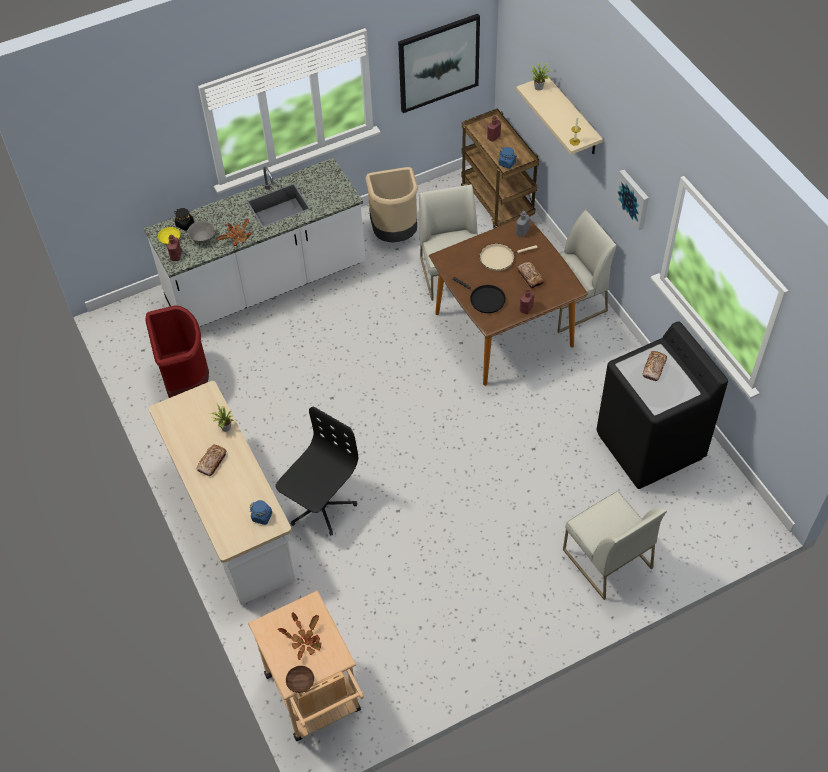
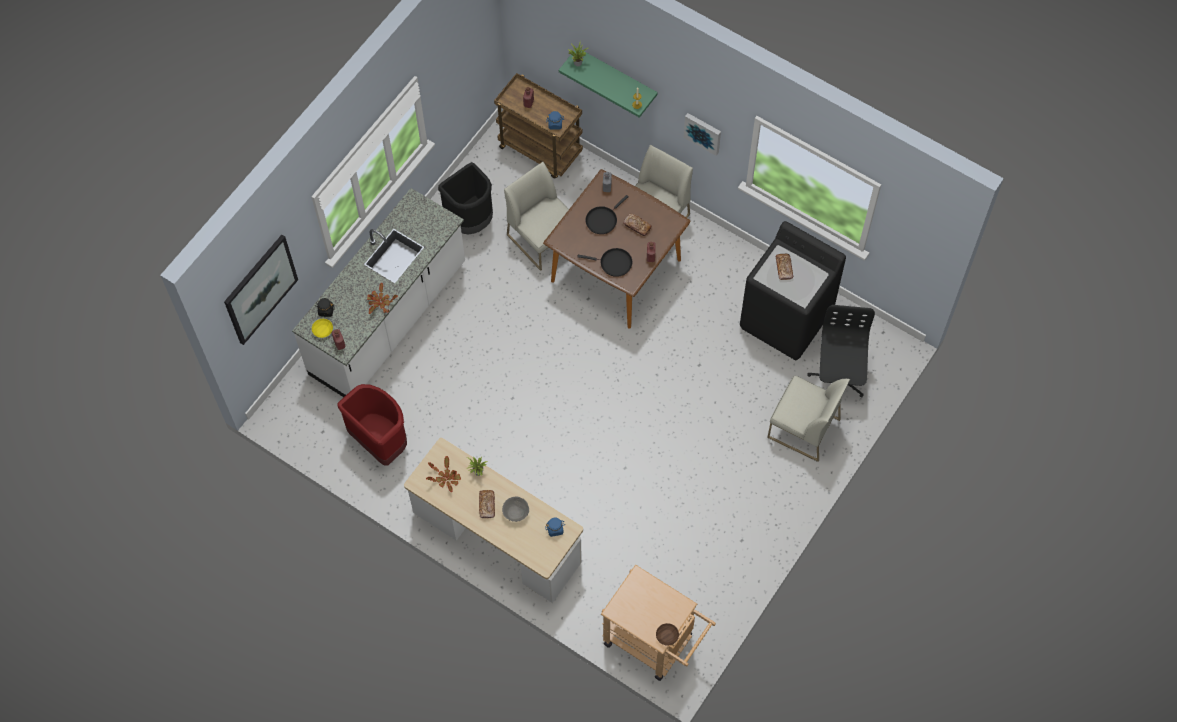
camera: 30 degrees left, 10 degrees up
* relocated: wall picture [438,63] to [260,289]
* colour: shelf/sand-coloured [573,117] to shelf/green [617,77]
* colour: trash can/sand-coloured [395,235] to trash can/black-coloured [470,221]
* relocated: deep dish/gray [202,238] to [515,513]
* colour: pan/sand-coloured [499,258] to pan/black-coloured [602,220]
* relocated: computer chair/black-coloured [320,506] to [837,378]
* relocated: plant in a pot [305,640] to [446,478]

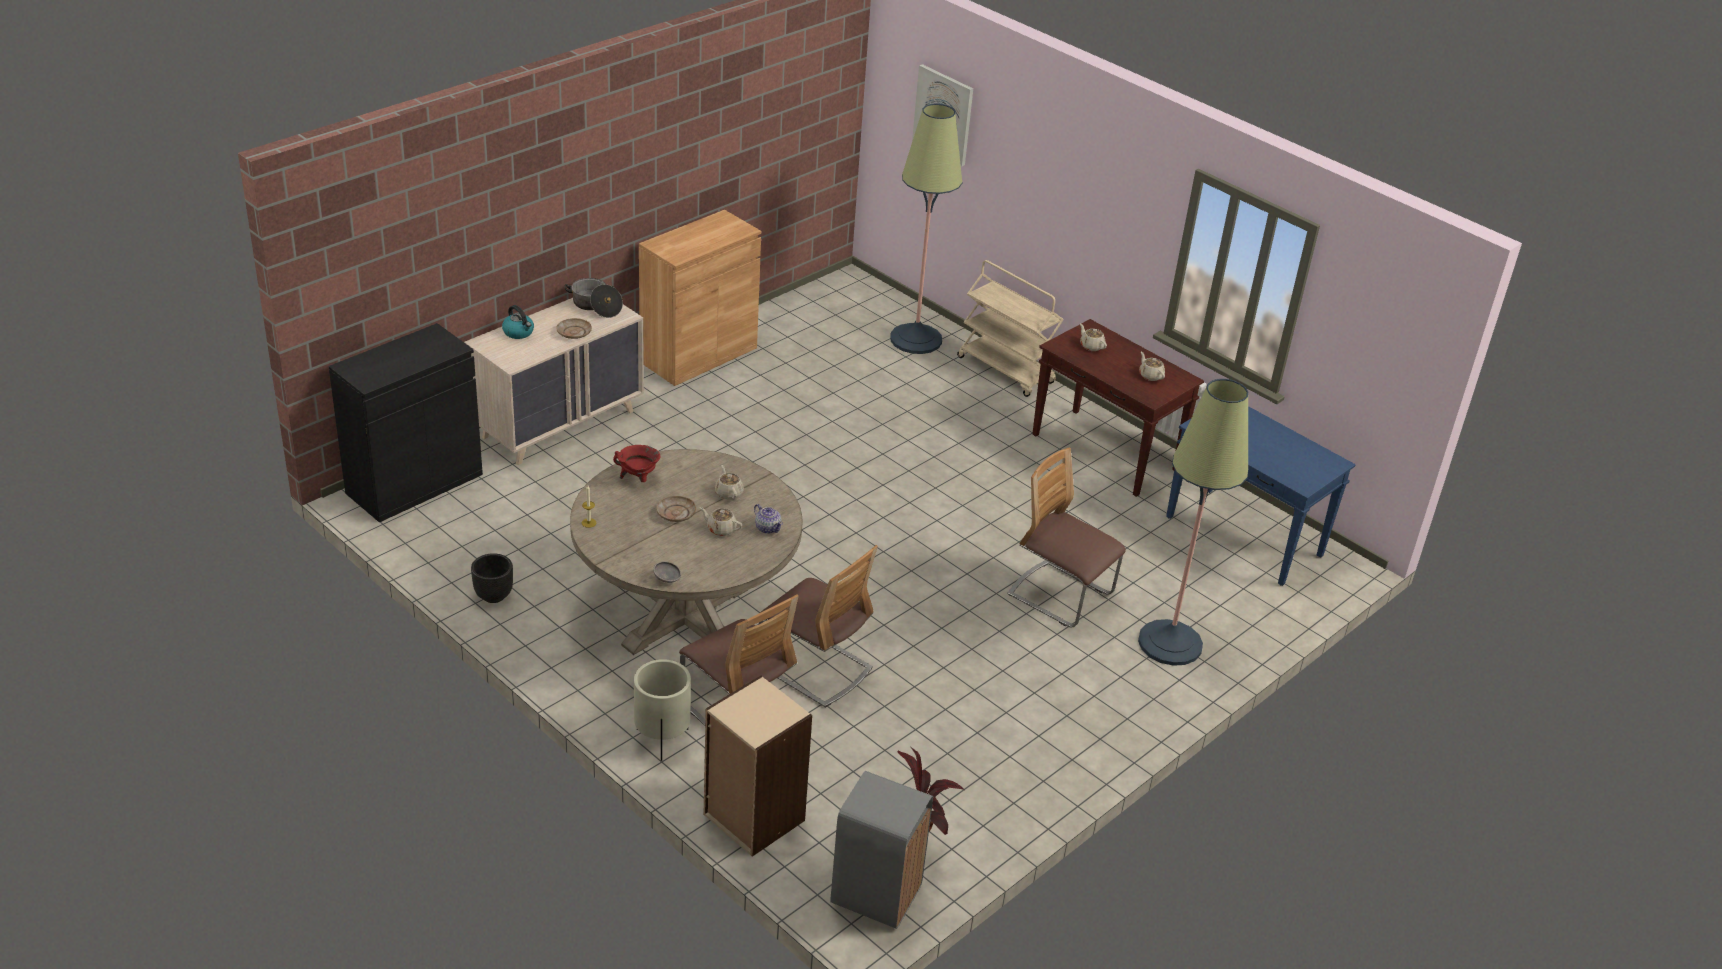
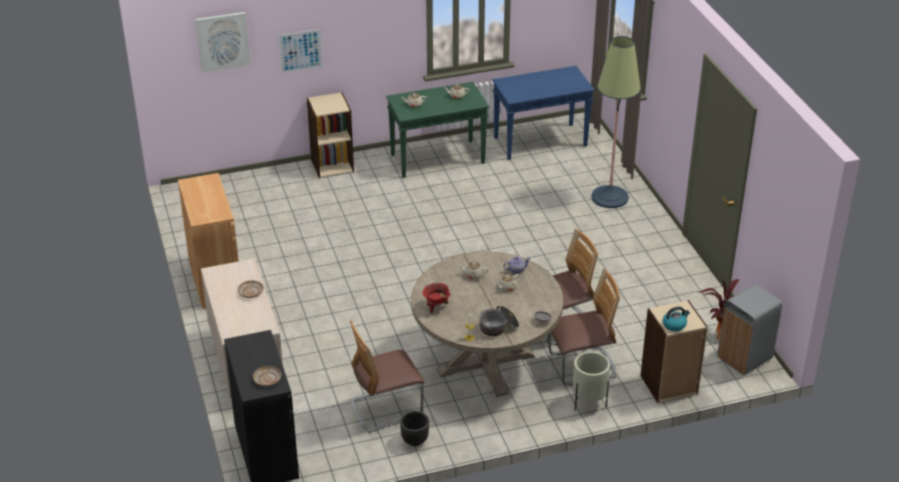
camera: 60 degrees left, 0 degrees up
* missing: standing lamp [916,339]
* exchanged: trolley/sand-coloured [1006,370] to bookcase/sand-coloured [332,165]
* relocated: cooking pot [595,306] to [498,327]
* relocated: tea kettle [519,332] to [674,325]
* colour: narrow table/brown-coloured [1106,453] to narrow table/green [438,159]
* relocated: plain chair [1060,596] to [386,408]
* relocated: flat dish/sand-coloured [676,514] to [267,379]
* appeared: wall picture [300,51]

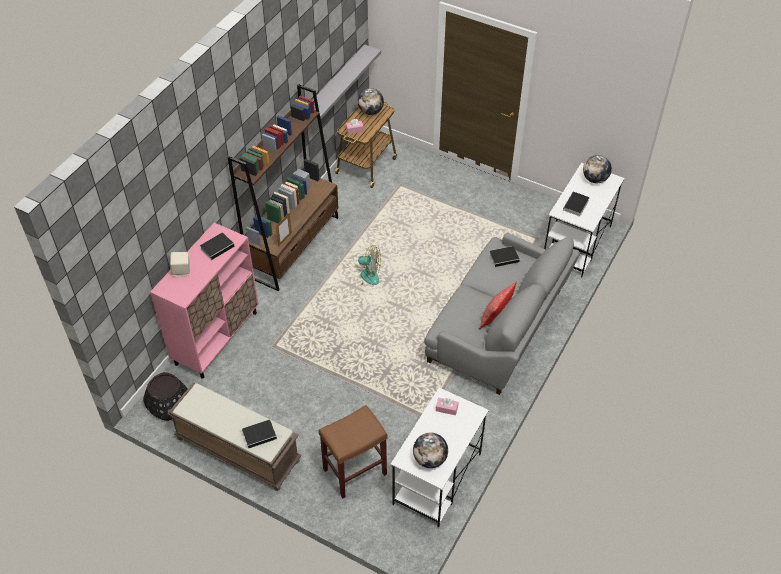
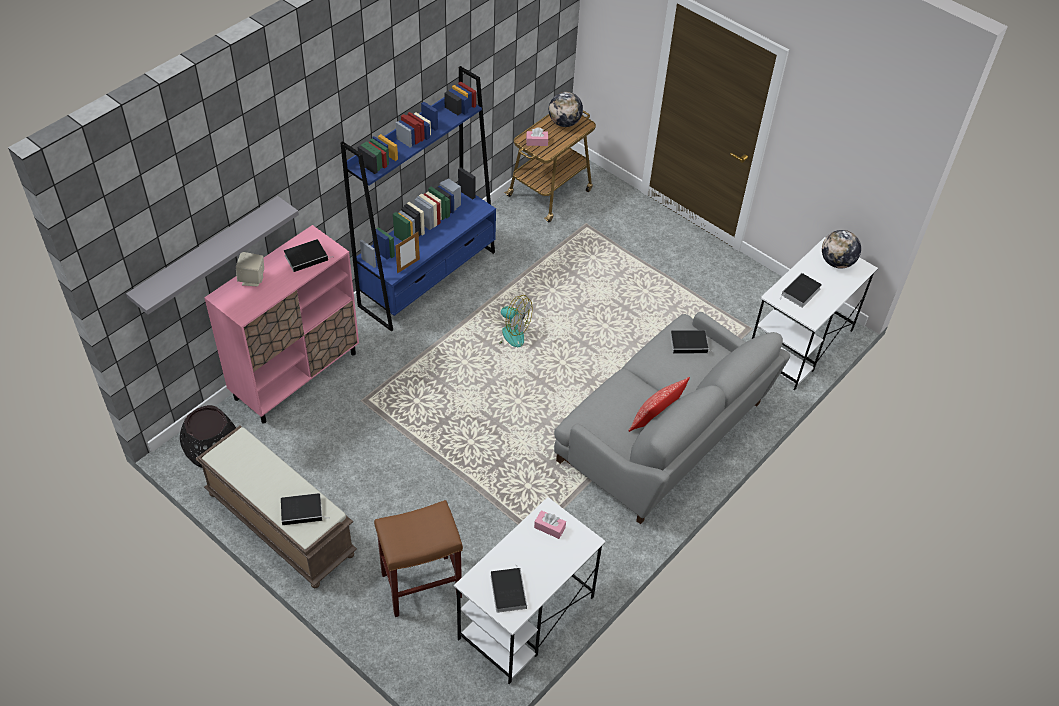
camera: 10 degrees right, 0 degrees up
* relocated: shelf/gray [335,84] to [207,254]
* colour: bookcase/brown-coloured [294,246] to bookcase/bluish [428,278]
* exchanged: desk globe [430,459] to book [507,590]

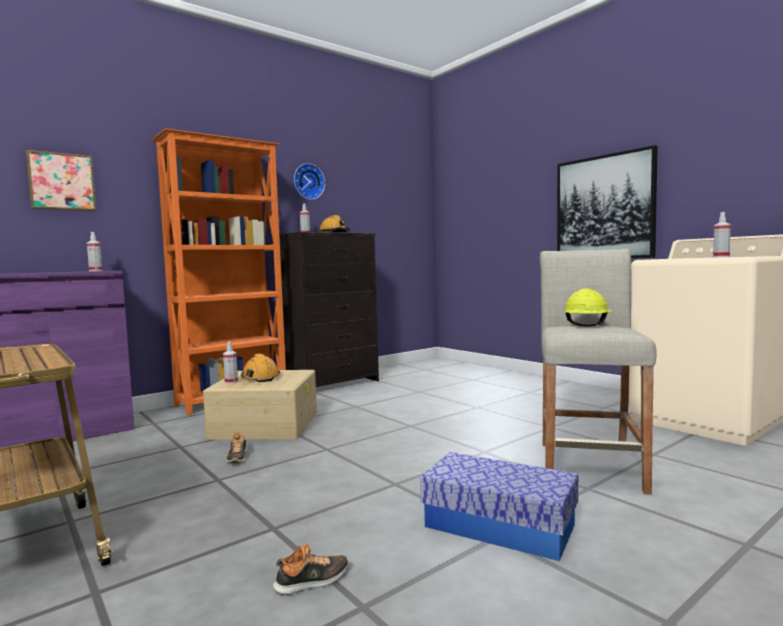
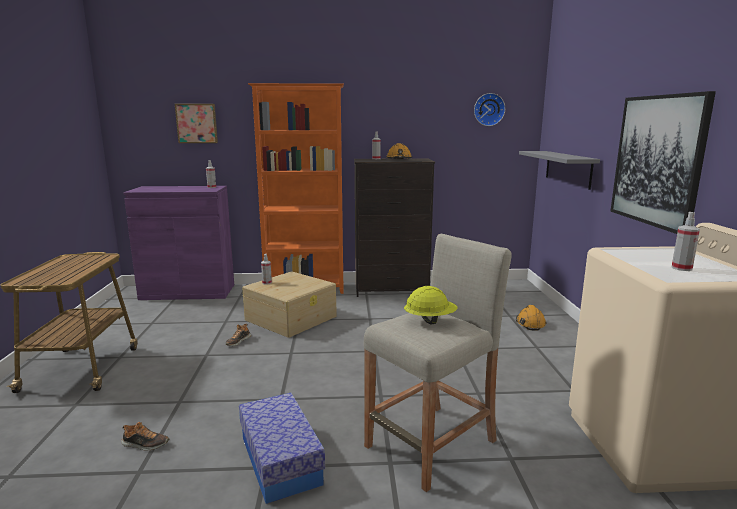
camera: 35 degrees right, 10 degrees up
* relocated: clock on the wall [308,182] to [488,109]
* relocated: safety helmet/orangey [260,377] to [530,323]
* appeared: shelf/gray [568,168]

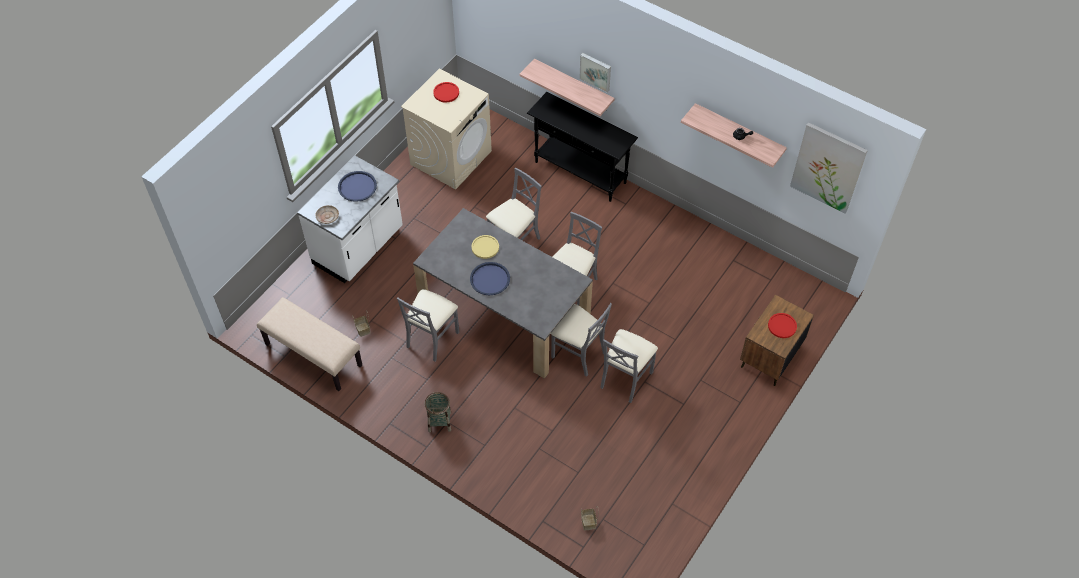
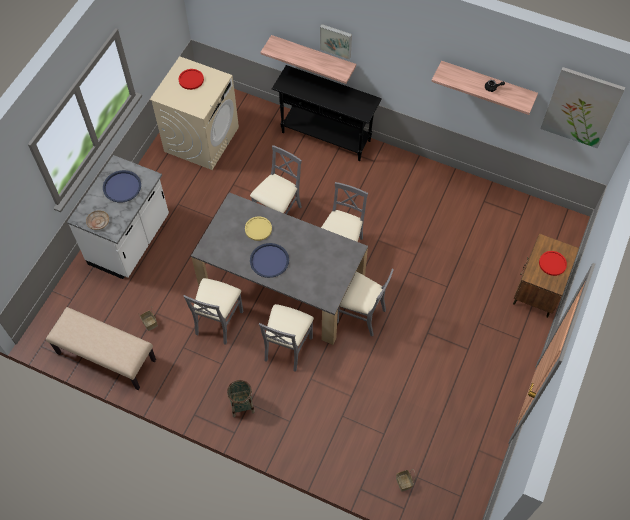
camera: 10 degrees left, 5 degrees up
* relocated: plain chair/gray [625,378] to [287,347]

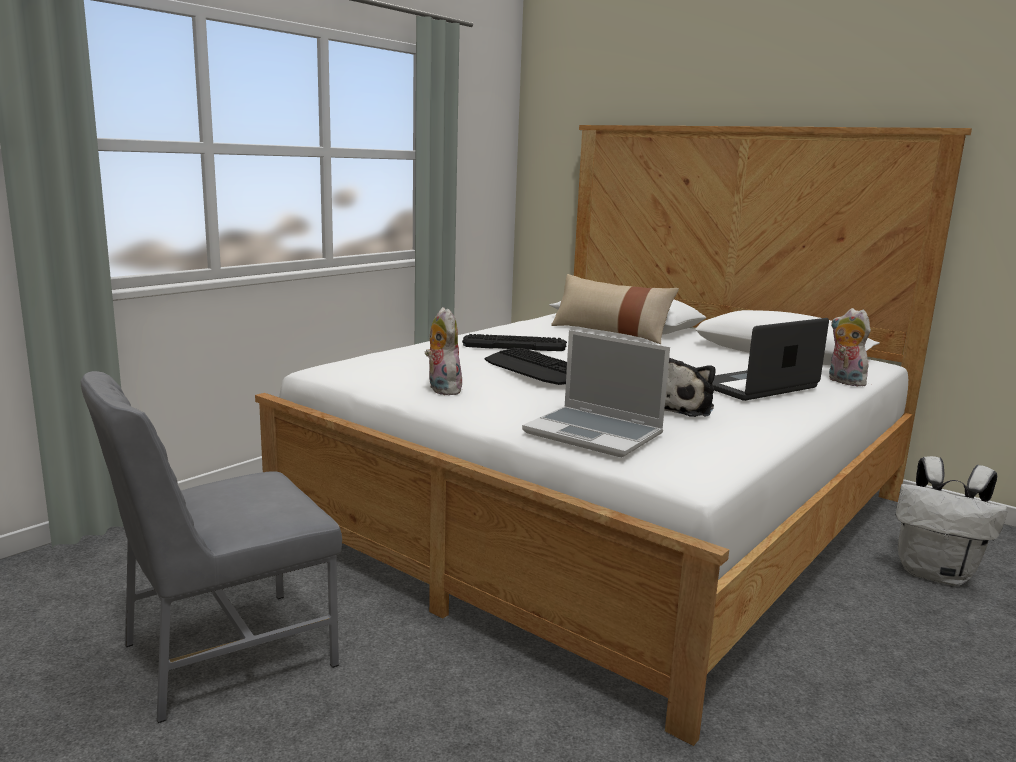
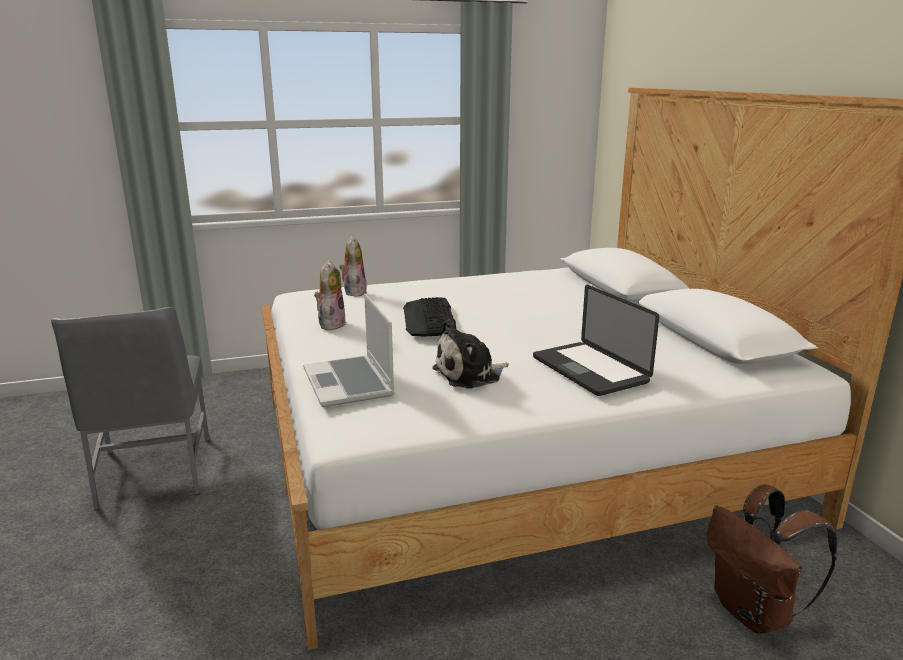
camera: 35 degrees right, 5 degrees up
* missing: cushion/sand-coloured [610,332]
* relocated: plush toy [843,382] to [353,292]
* spun: laptop [757,386] = [589,370] 120 degrees counterclockwise
* missing: PC keyboard [514,344]
* spun: plain chair/gray [224,653] = [153,473] 105 degrees counterclockwise
* colour: backpack/white-coloured [936,573] to backpack/brown-coloured [755,613]

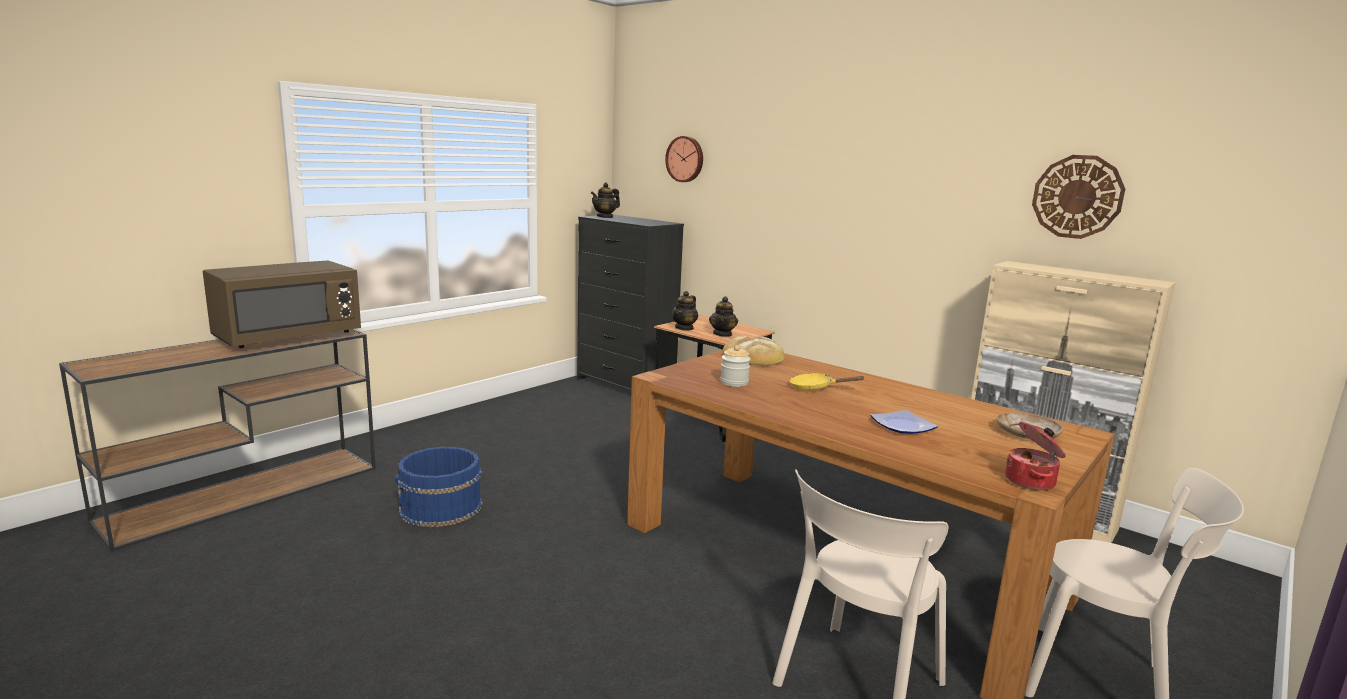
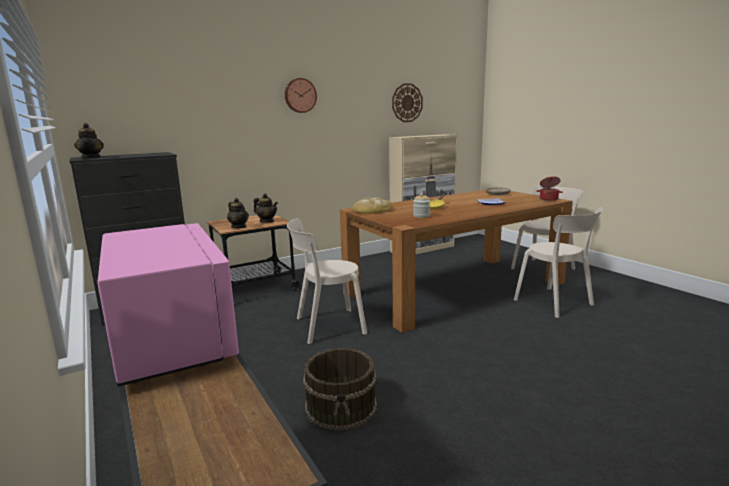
camera: 70 degrees left, 0 degrees up
* relocated: clock on the wall [685,159] to [300,95]
* colour: kitchen microwave/brown-coloured [289,337] to kitchen microwave/pinkish [170,339]
* colour: water bucket/bluish [441,508] to water bucket/brown-coloured [342,406]
* appeared: plain chair/sand-coloured [326,326]

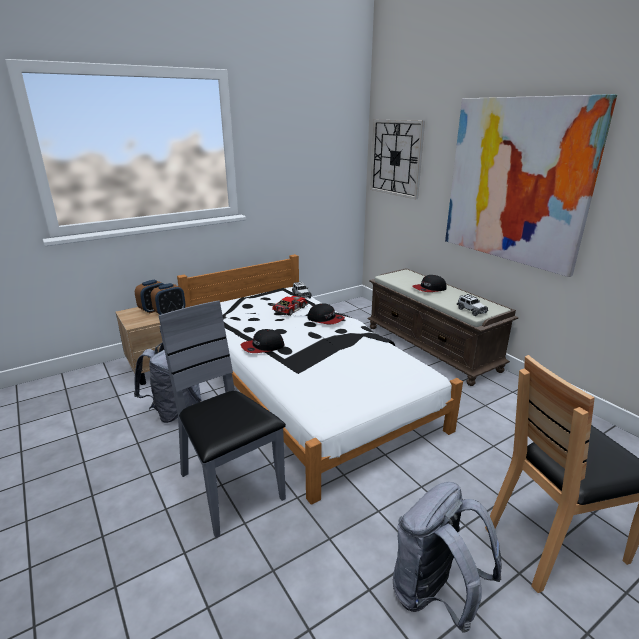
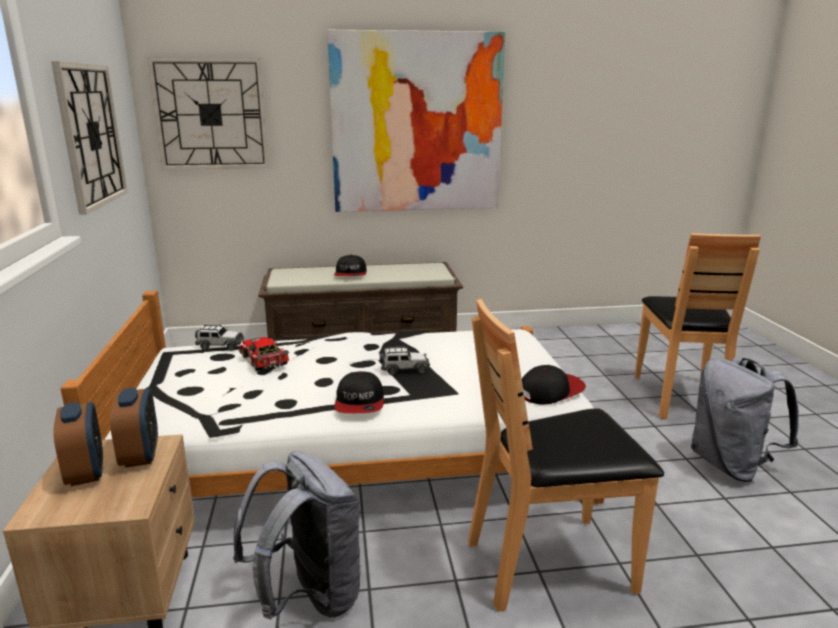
camera: 65 degrees left, 5 degrees down
* relocated: miniature car [471,310] to [404,369]
* colour: plain chair/gray [230,488] to plain chair/brown-coloured [550,564]
* relocated: baseball cap [325,319] to [551,391]
* appeared: clock on the wall [91,135]

